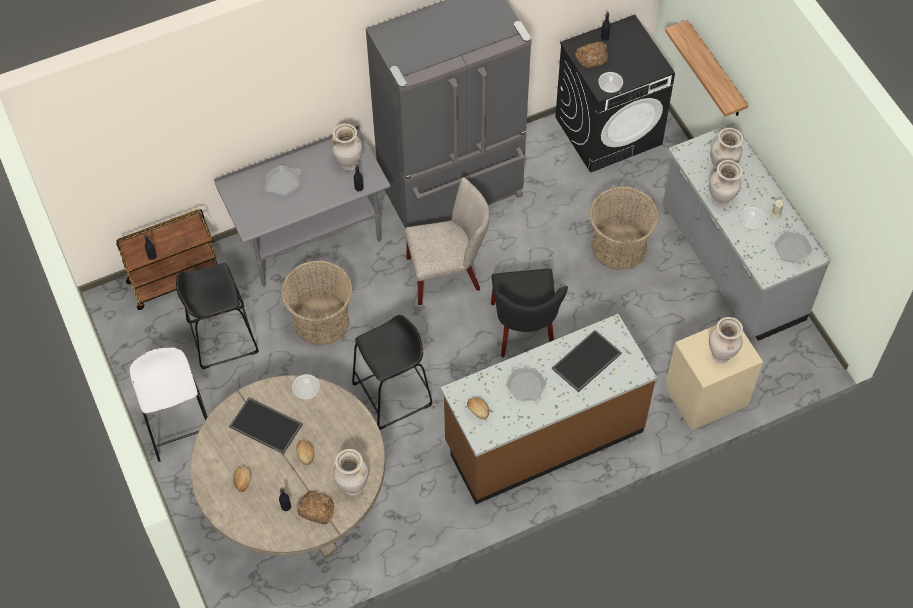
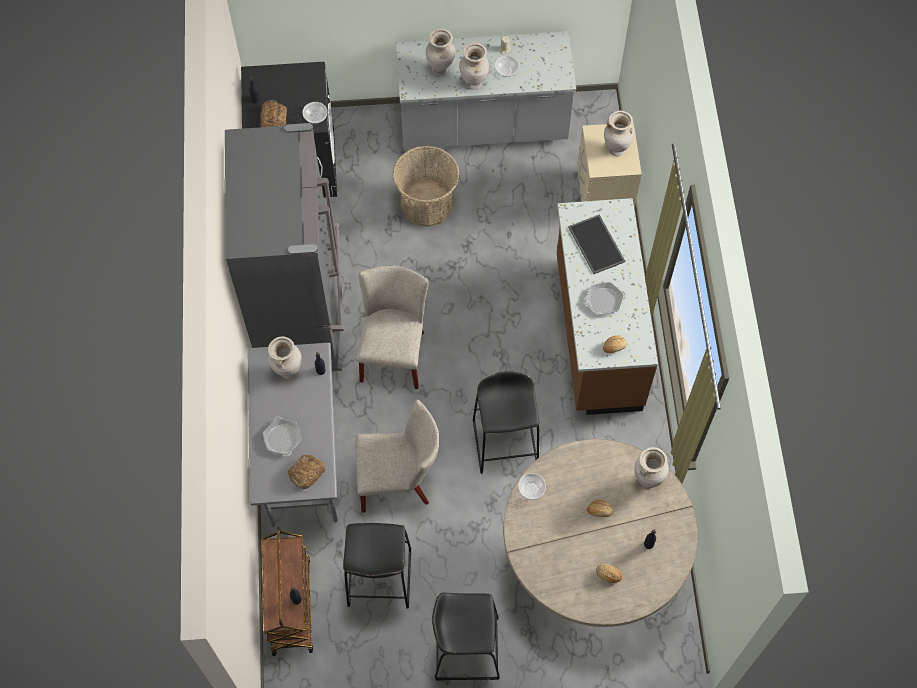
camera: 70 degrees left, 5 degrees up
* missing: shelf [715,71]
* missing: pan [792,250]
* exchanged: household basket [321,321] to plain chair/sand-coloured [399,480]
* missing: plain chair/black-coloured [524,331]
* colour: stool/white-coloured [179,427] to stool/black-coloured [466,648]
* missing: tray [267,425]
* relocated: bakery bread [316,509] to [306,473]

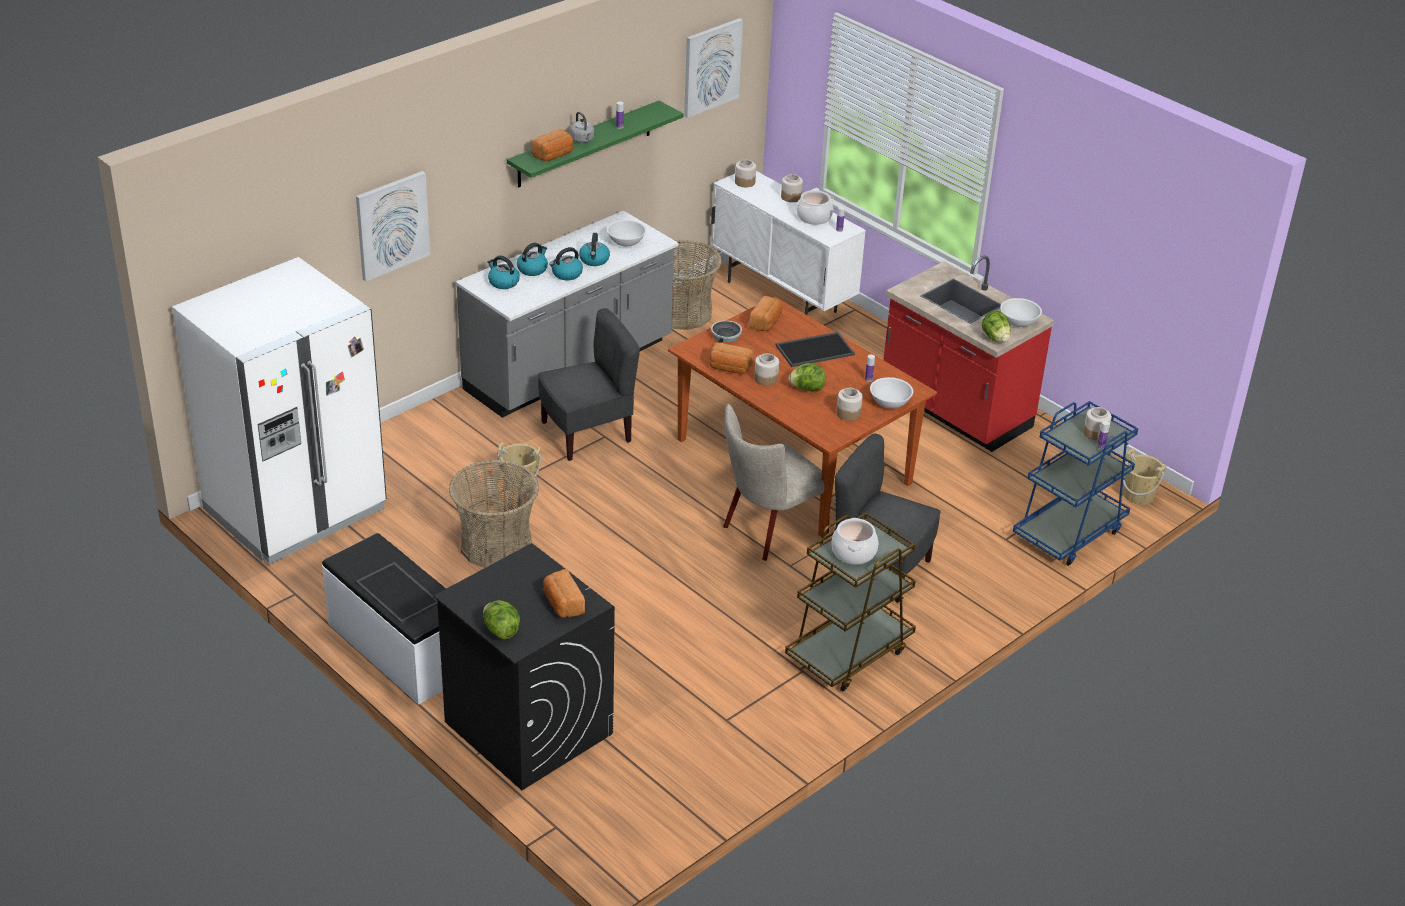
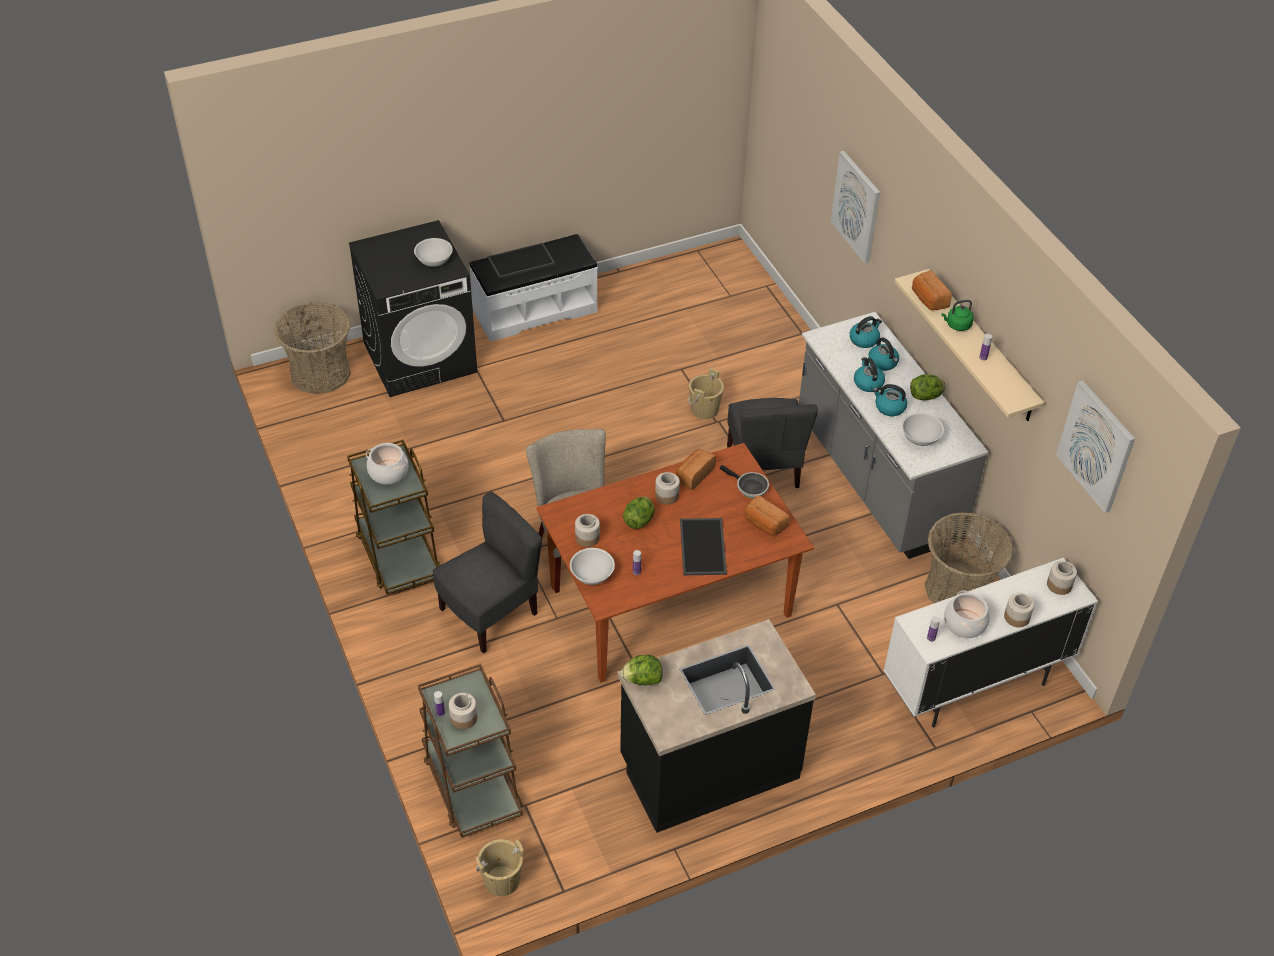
camera: 110 degrees right, 10 degrees up
* colour: shelf/green [585,144] to shelf/sand-coloured [981,346]
* colour: tea kettle/gray [582,140] to tea kettle/green [957,325]
* colour: kitchen base unit/reddish [954,411] to kitchen base unit/black-coloured [708,767]
* missing: kitchen fridge/white-coloured [296,510]
* relocated: deep dish/white-coloured [1018,322] to [434,260]
* colour: trolley/bluish [1069,532] to trolley/brown-coloured [472,785]
* relocated: household basket [496,545] to [320,373]
* missing: bakery bread [562,604]
* relocated: lettuce [500,630] to [926,396]

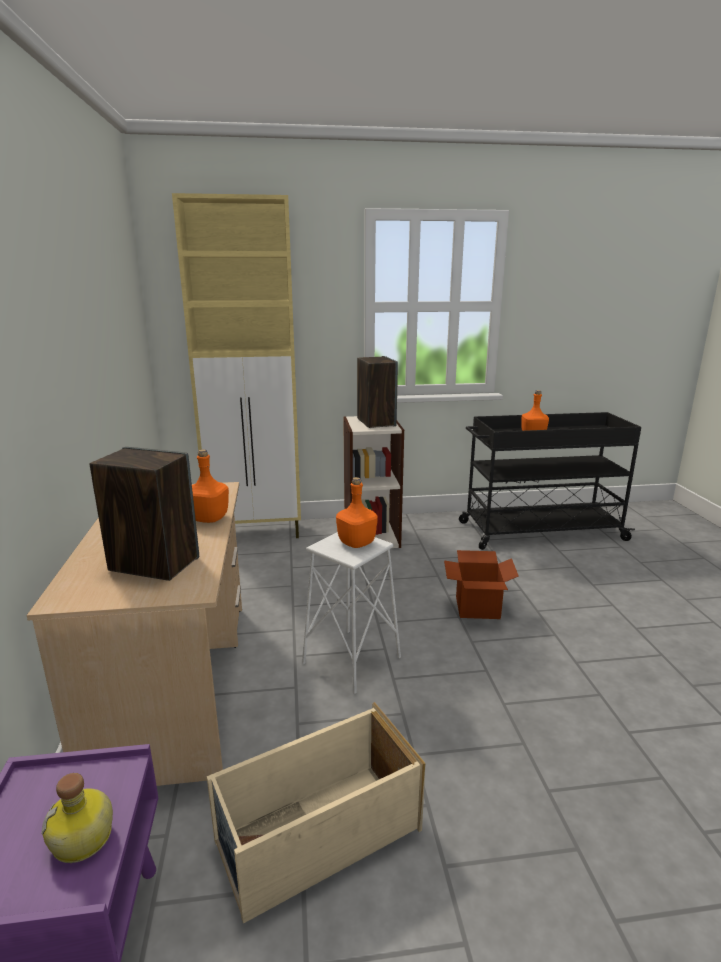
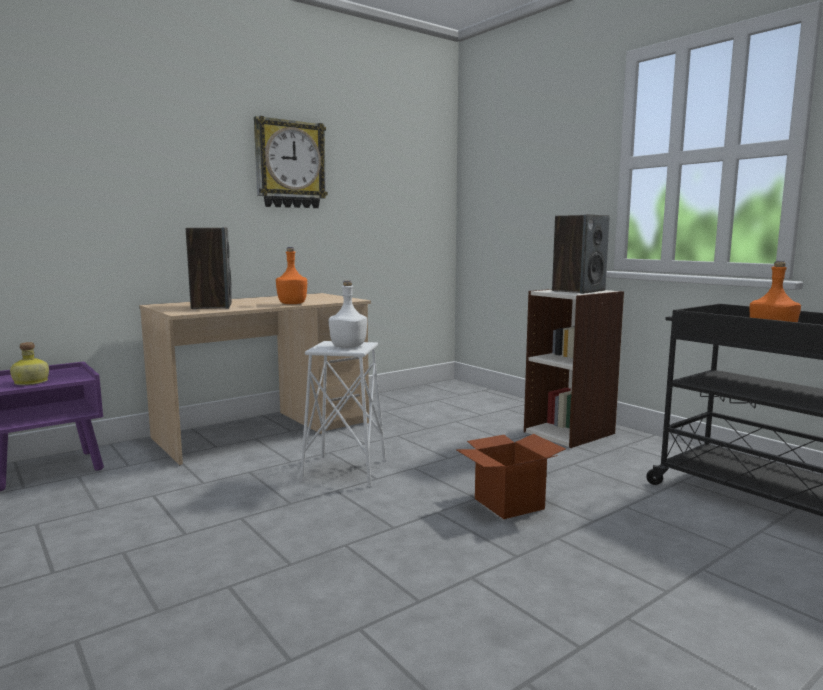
camera: 60 degrees right, 10 degrees down
* missing: cupboard/sand-coloured [257,532]
* colour: beverage bottle/orangey [357,543] to beverage bottle/white-coloured [349,346]
* missing: storage bin/sand-coloured [317,836]
* appeared: clock on the wall [289,164]

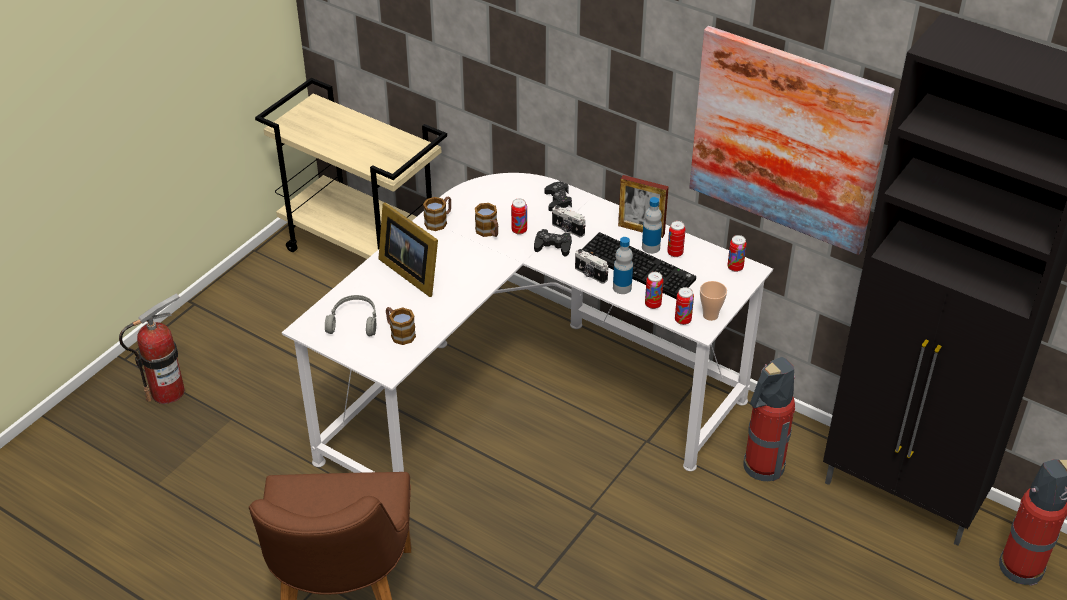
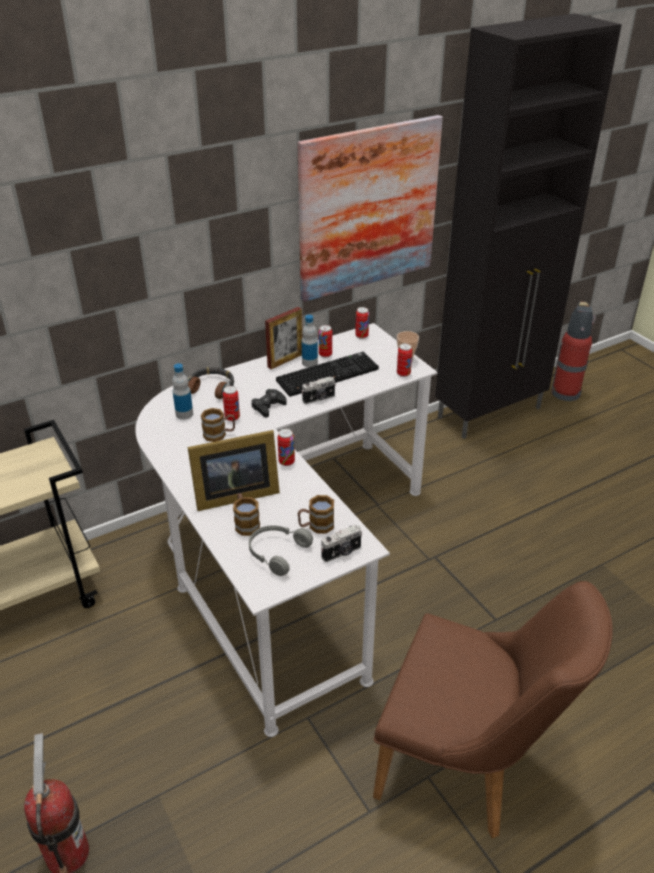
camera: 65 degrees left, 5 degrees down
* exchanged: game controller/black-coloured [558,200] to headset [212,387]
* relocated: coffee mug [439,221] to [245,523]
* relocated: still camera [567,230] to [342,553]
* relocated: beverage bottle [622,287] to [184,414]
* relocated: can [653,304] to [286,462]
* missing: fire-fighting cylinder [761,466]

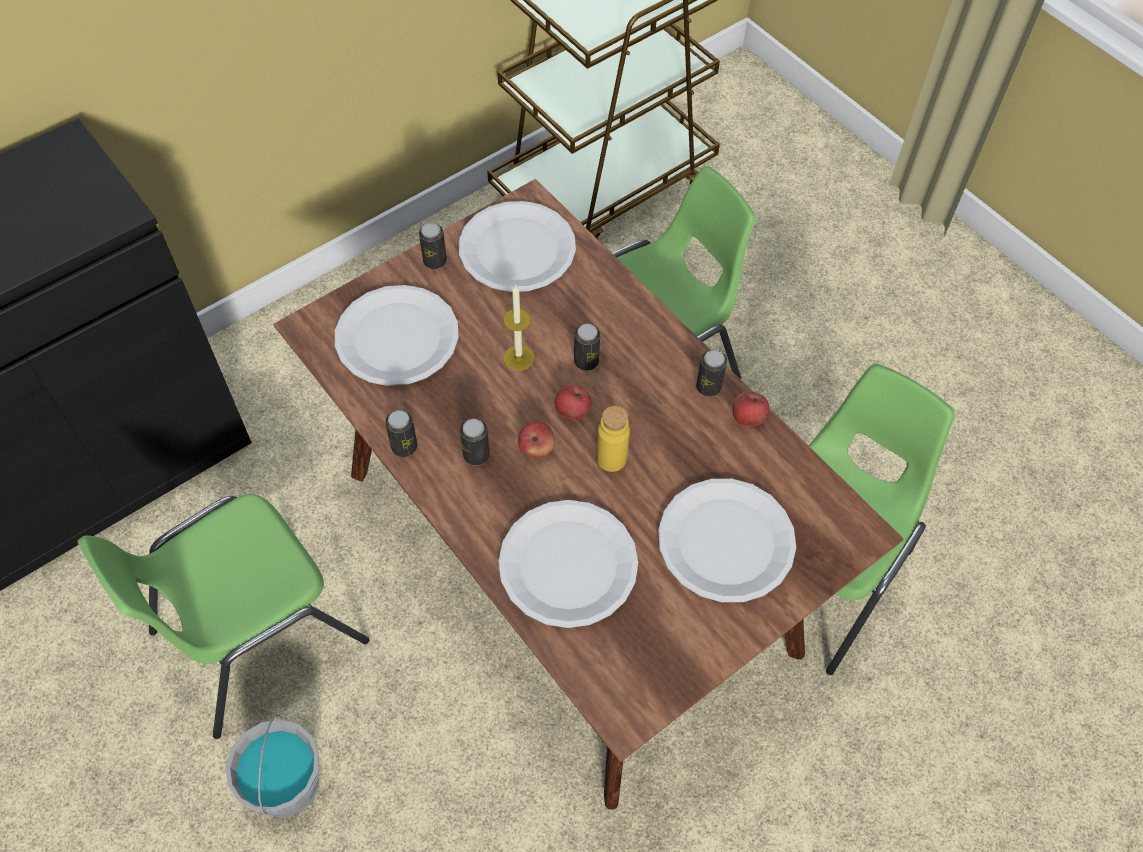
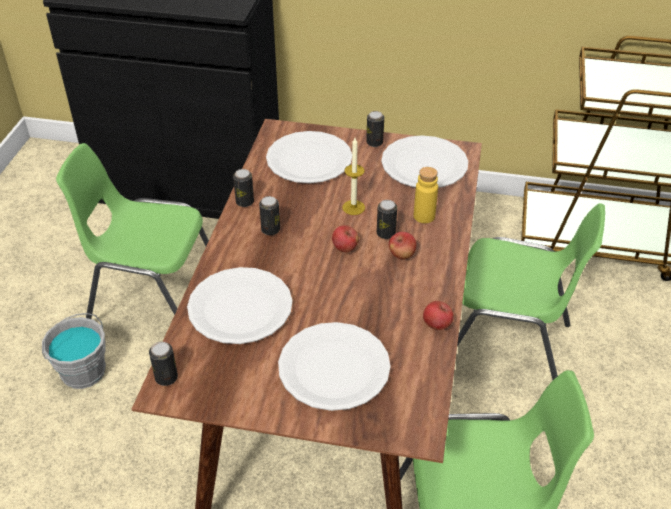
camera: 50 degrees right, 15 degrees down
* relocated: can [708,387] to [166,378]
* relocated: beverage bottle/yellowish [611,458] to [424,216]
* relocated: apple [536,449] to [402,255]

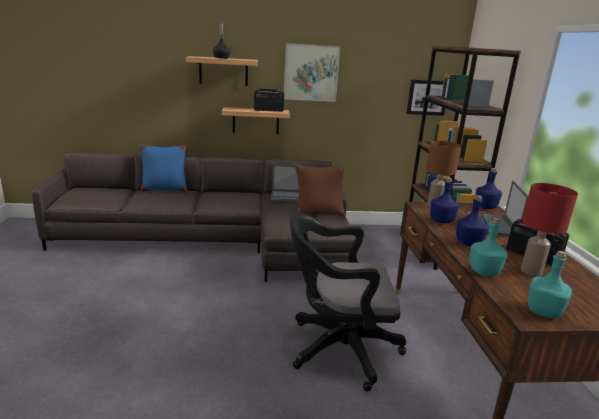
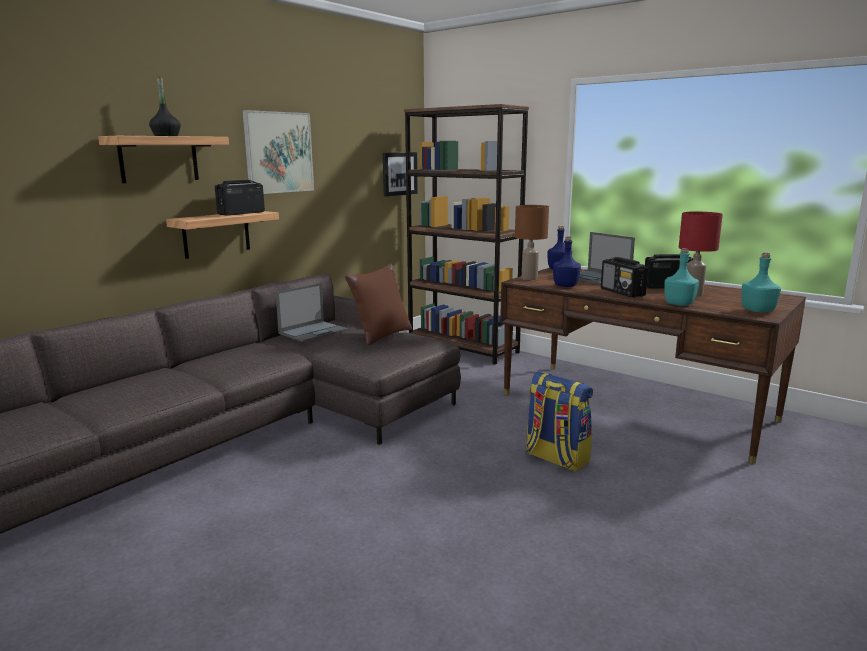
camera: 45 degrees left, 5 degrees down
* missing: cushion/bluish [164,189]
* exchanged: beverage bottle/bluish [468,243] to radio receiver [622,292]
* exchanged: computer chair/black-coloured [337,349] to backpack [555,458]

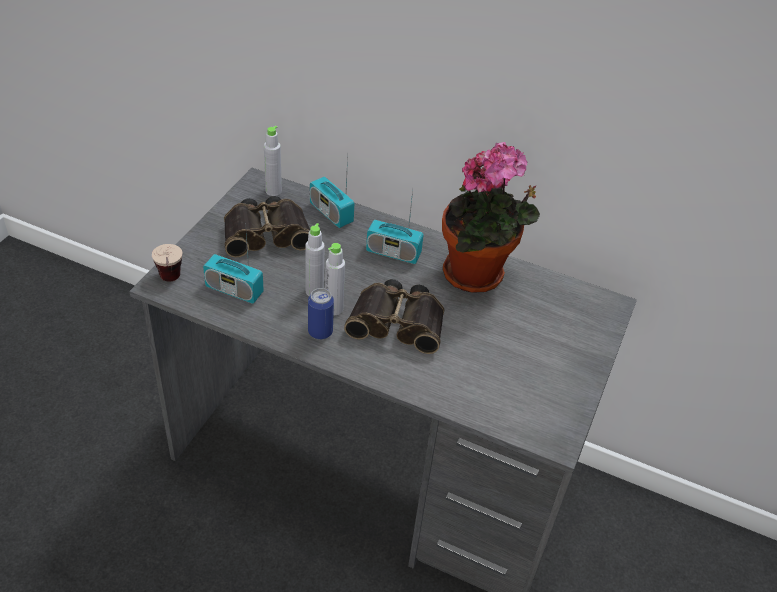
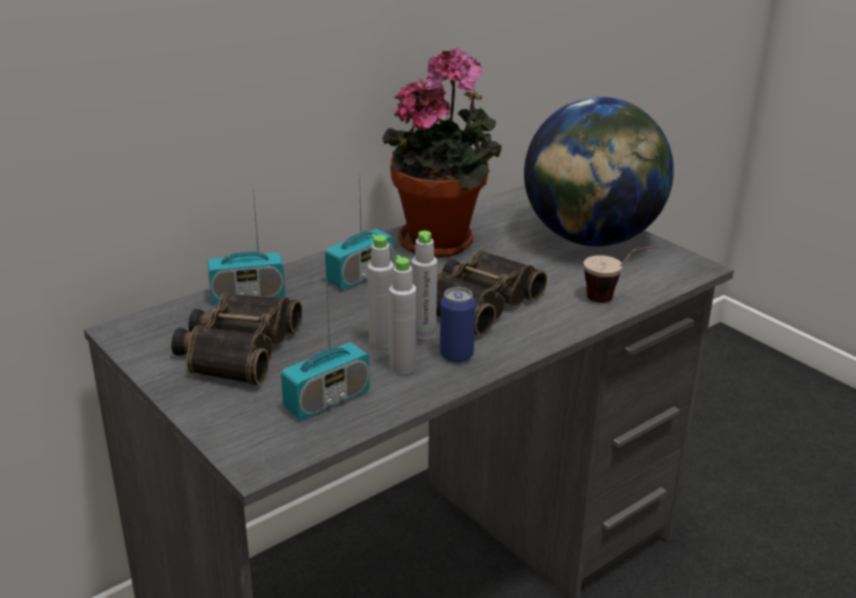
camera: 60 degrees left, 15 degrees down
* relocated: beverage bottle/gray [273,191] to [402,367]
* relocated: drinking cup [171,283] to [615,299]
* appeared: desk globe [590,240]

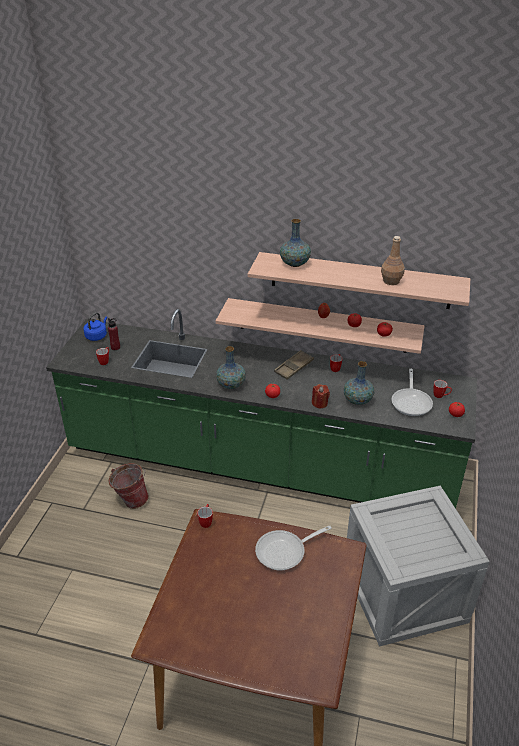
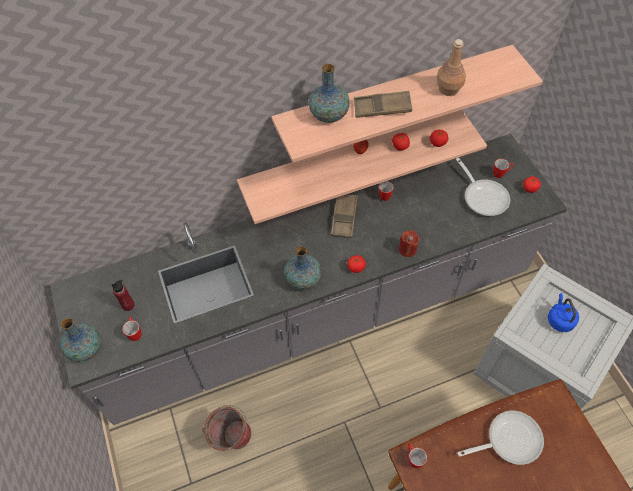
camera: 35 degrees left, 20 degrees up
* colour: kitchen base unit/green [259,465] to kitchen base unit/gray [318,315]
* relocated: tea kettle/bluish [97,336] to [559,319]
* relocated: flower vase [357,400] to [86,349]
* spun: pan [284,552] = [508,440] 135 degrees counterclockwise
* appeared: tray/brown-coloured [382,108]

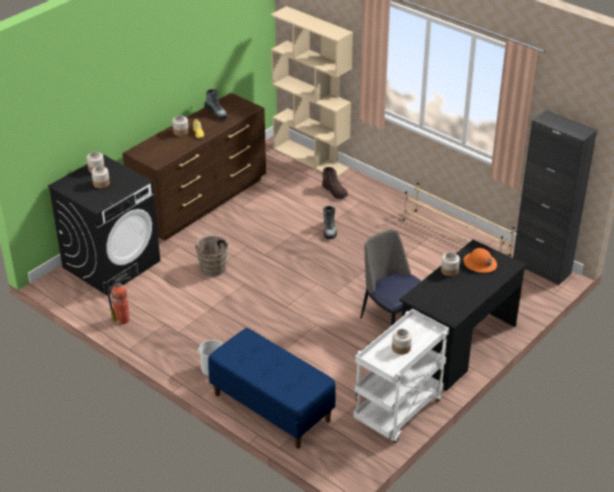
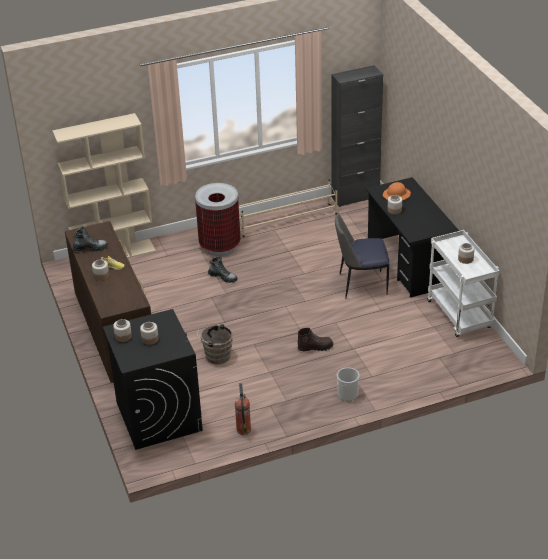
camera: 60 degrees left, 0 degrees up
* relocated: boot/brown-coloured [335,192] to [315,347]
* missing: indoor bench/bluish [271,407]
* appeared: trash can [220,246]

